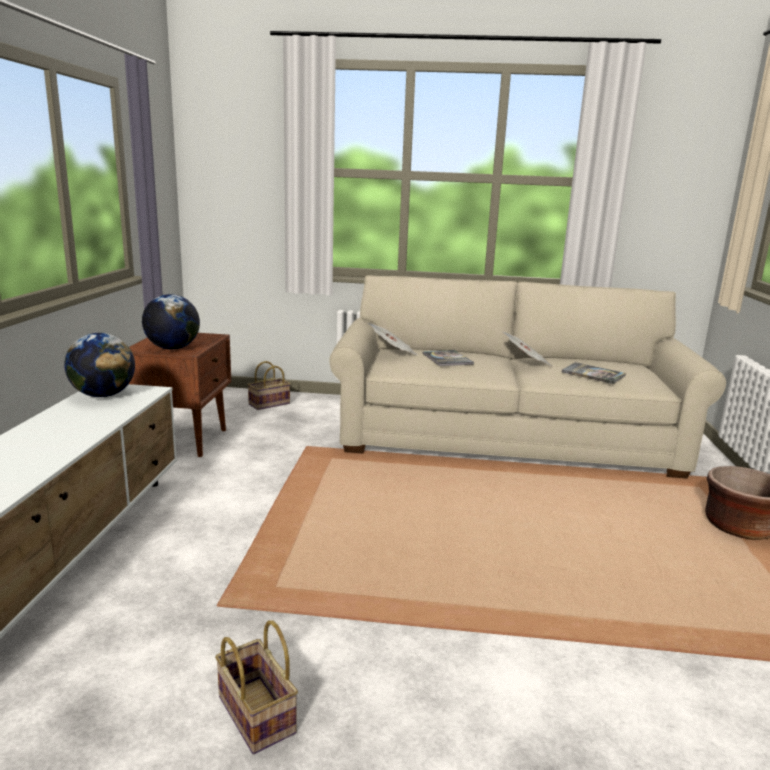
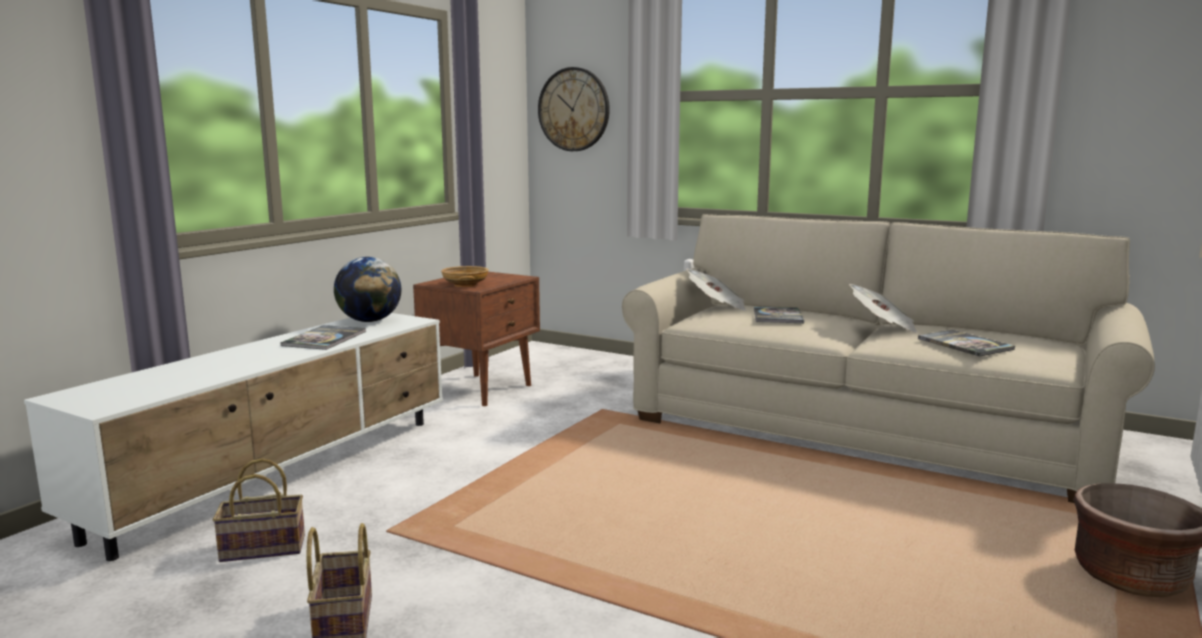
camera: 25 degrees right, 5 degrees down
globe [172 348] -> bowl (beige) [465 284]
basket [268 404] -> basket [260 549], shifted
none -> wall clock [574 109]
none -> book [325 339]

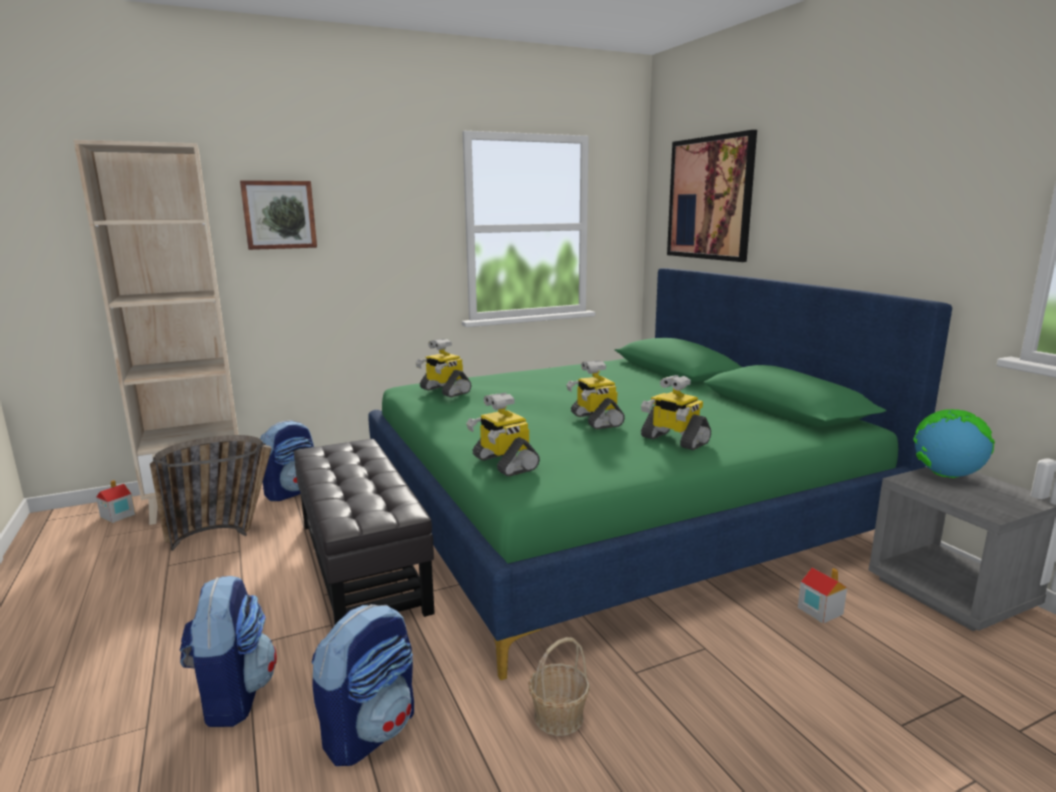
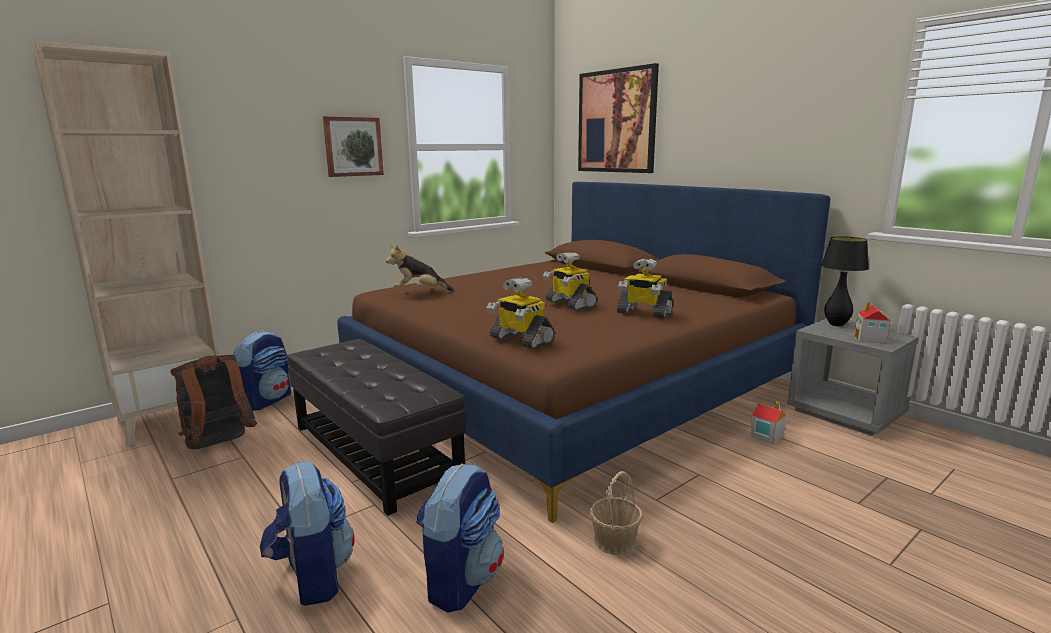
camera: 15 degrees left, 0 degrees up
picture [279 215] -> picture [353 146], shifted
bed (green) [610 508] -> bed (brown) [570 383]
toy robot [444 391] -> plush toy [419 291]
globe [946 475] -> table lamp (black) [836 324]
basket [226 535] -> backpack (brown) [219 445]
toy house [117 516] -> toy house [870 339], shifted

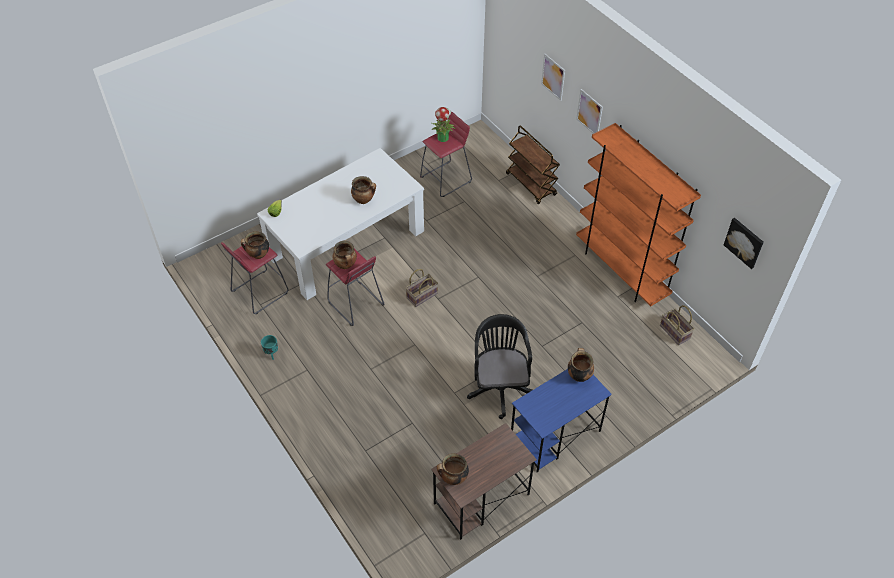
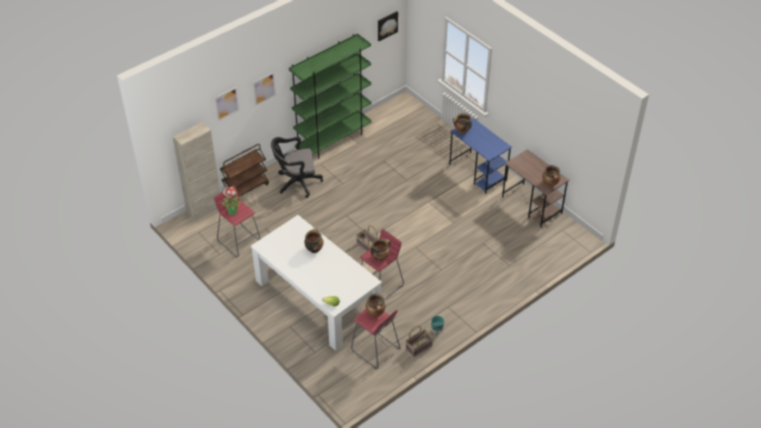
camera: 95 degrees left, 5 degrees down
bookcase (orange) [621 271] -> bookcase (green) [333 140]
basket [675 332] -> basket [418 347], shifted
office chair (black) [499 386] -> office chair (black) [296 183], shifted
none -> cabinet (beige) [204 209]

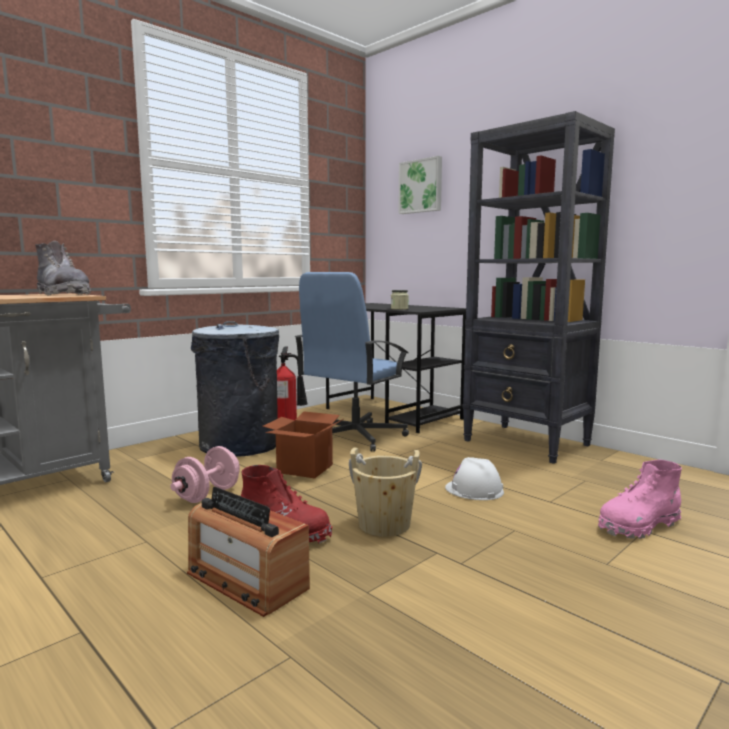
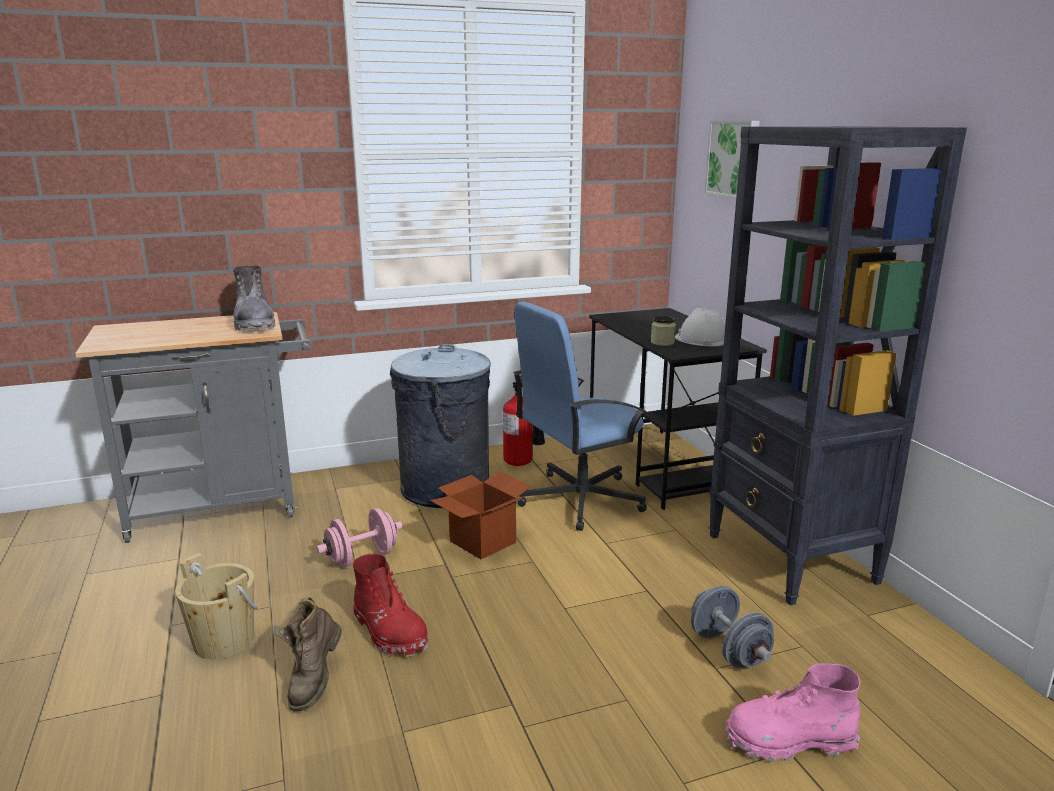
camera: 25 degrees right, 10 degrees up
bucket (beige) [384 524] -> bucket (beige) [224 641], shifted
hard hat (white) [474 490] -> hard hat (white) [701 339], shifted
radio [246 580] -> boot (brown) [314 681]
none -> dumbbell (grey) [728 649]

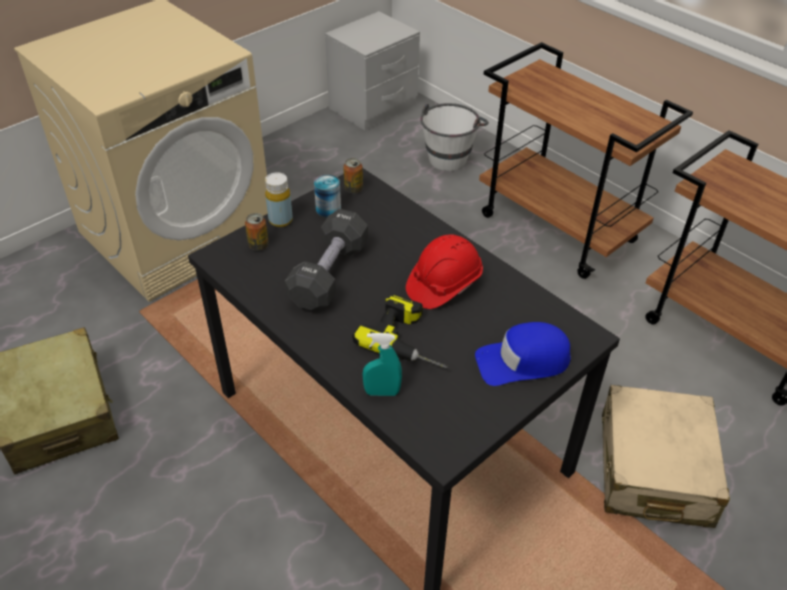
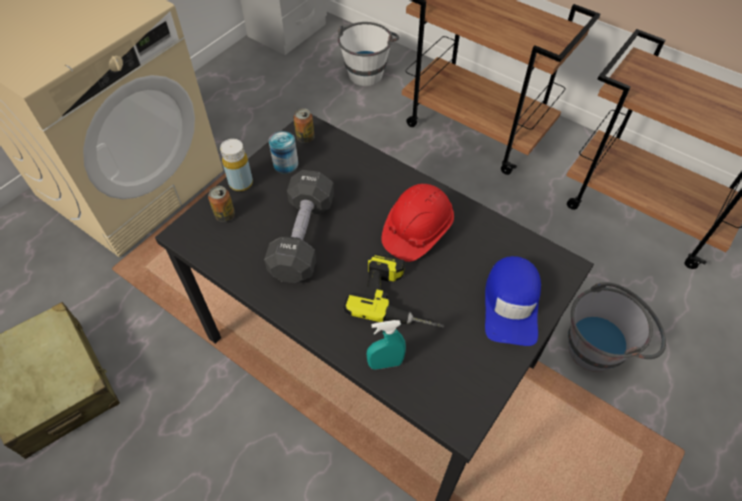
camera: 10 degrees left, 10 degrees up
cap (blue) [522 361] -> cap (blue) [511 304], 60 degrees counterclockwise
suitcase (beige) [653 469] -> bucket (grey) [601 347]

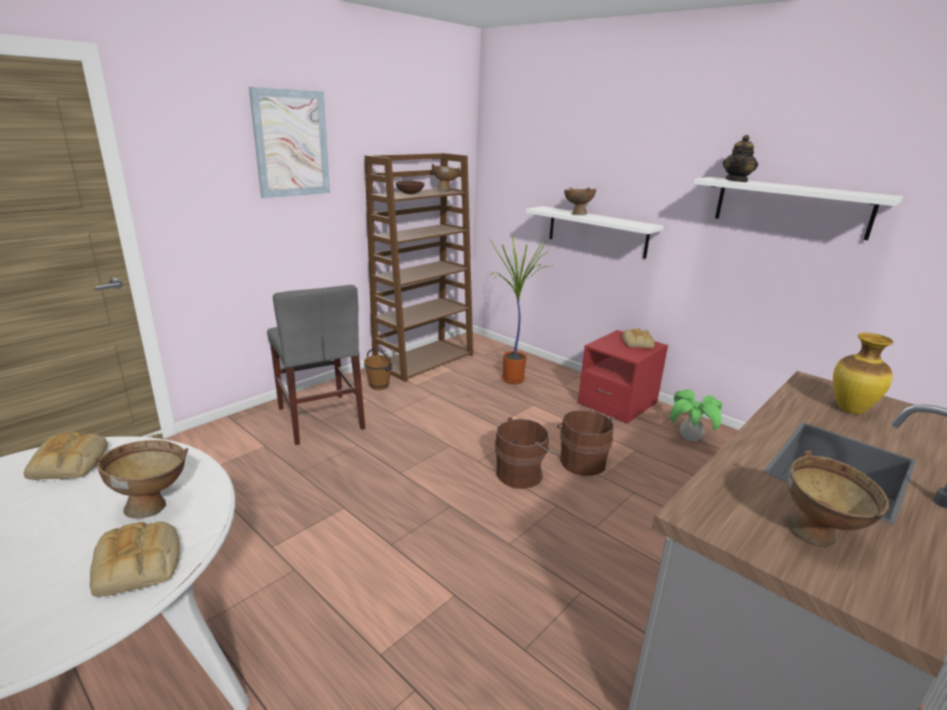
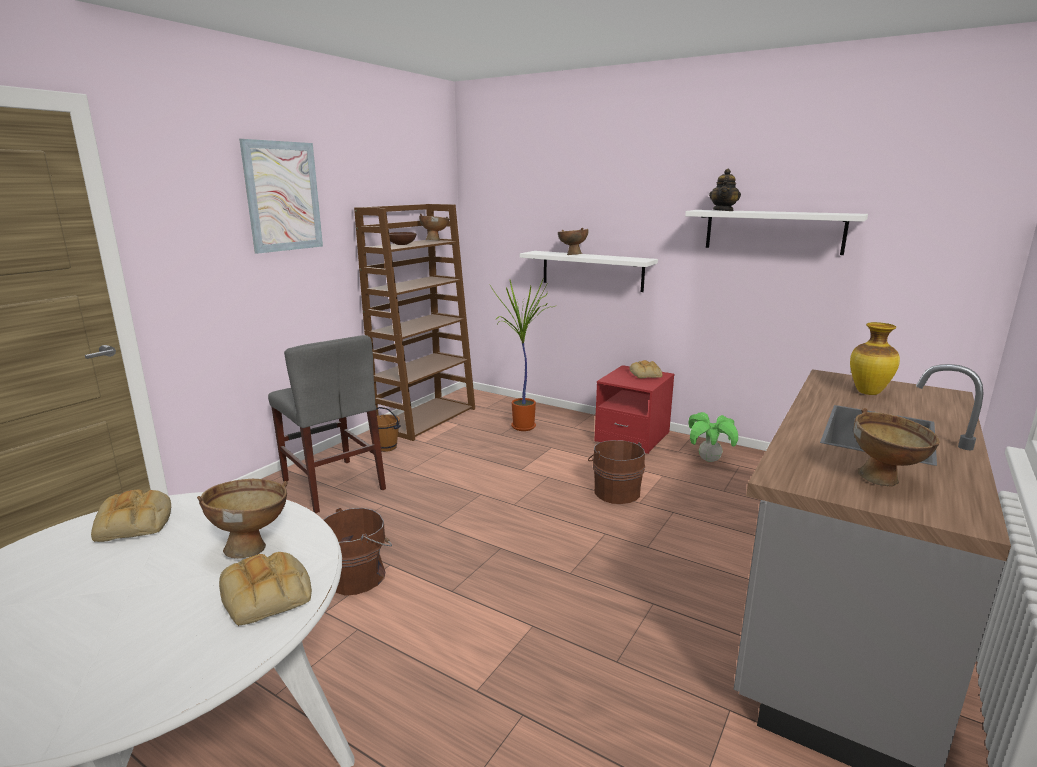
camera: 10 degrees left, 5 degrees down
bucket (brown) [521 474] -> bucket (brown) [359 575], shifted

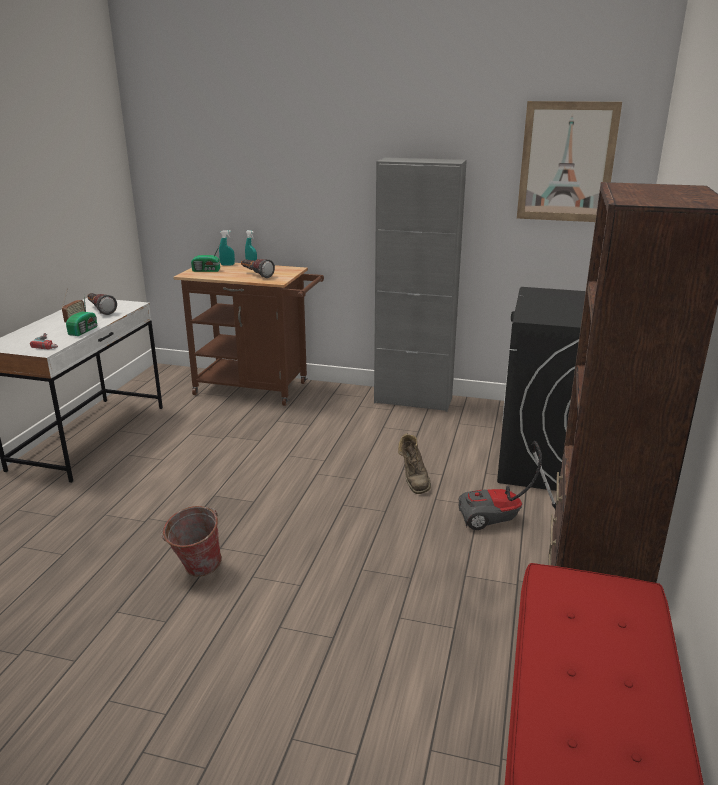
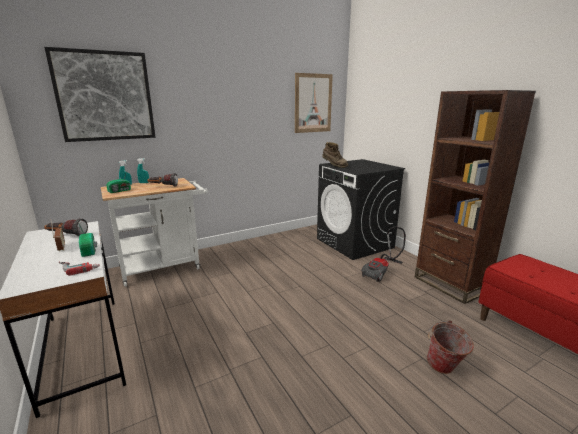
camera: 45 degrees left, 5 degrees down
cabinet (grey) [413 400] -> none
cart (brown) [258 389] -> cart (white) [165 267]
boot (brown) [414 481] -> boot (brown) [334 166], shifted
bucket [195 570] -> bucket [444 369], shifted
none -> picture [105 96]

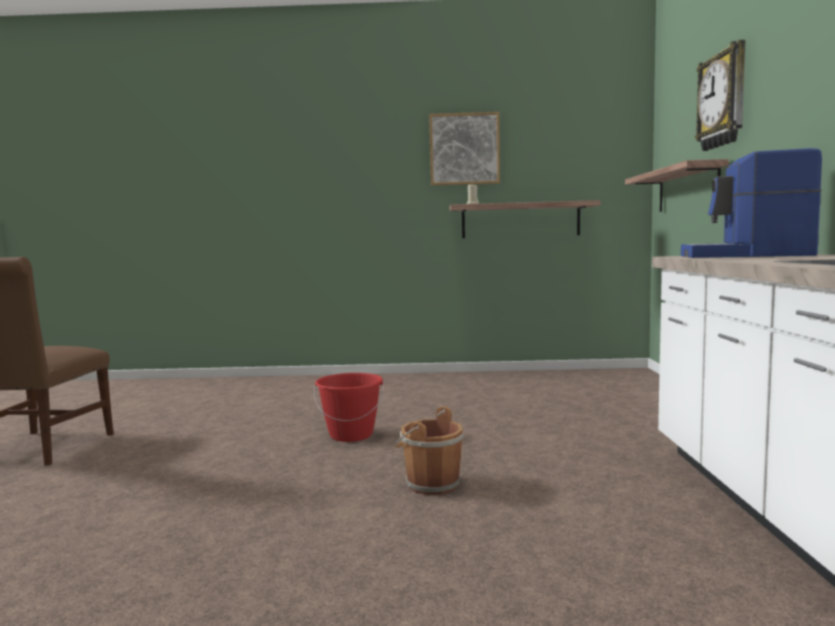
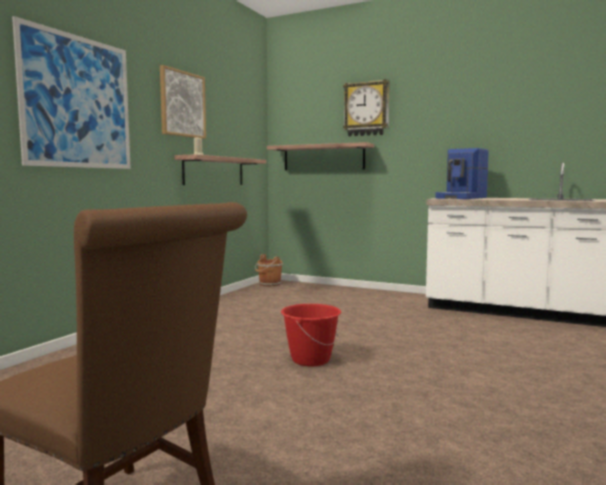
camera: 65 degrees left, 0 degrees up
bucket (brown) [430 484] -> bucket (brown) [269 284], shifted
none -> picture [78 102]

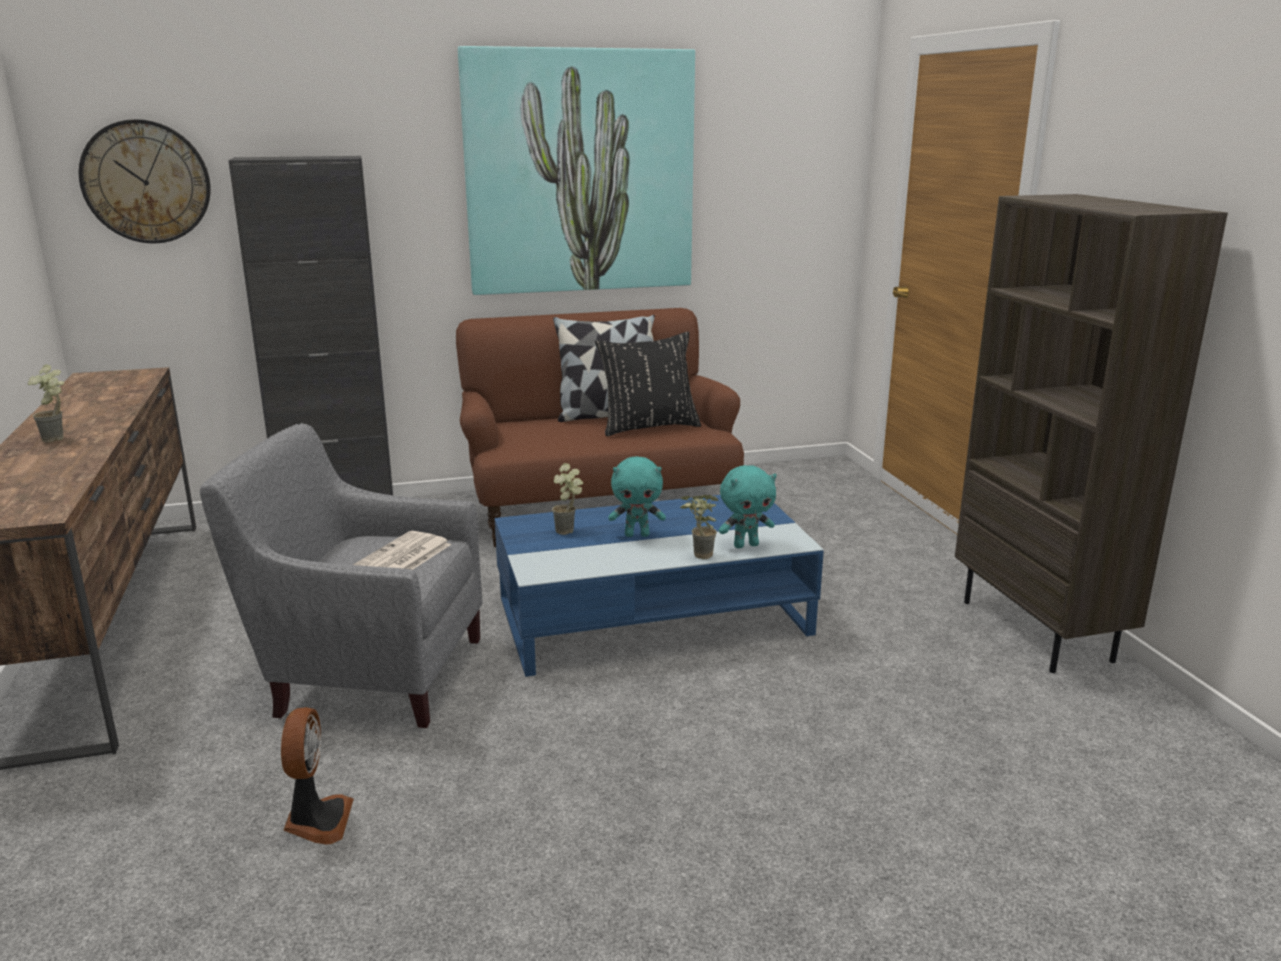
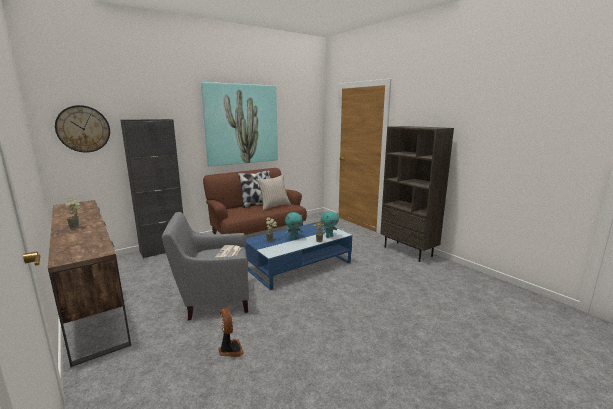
camera: 20 degrees left, 5 degrees down
pillow (black) [648 427] -> pillow (beige) [274 206]

